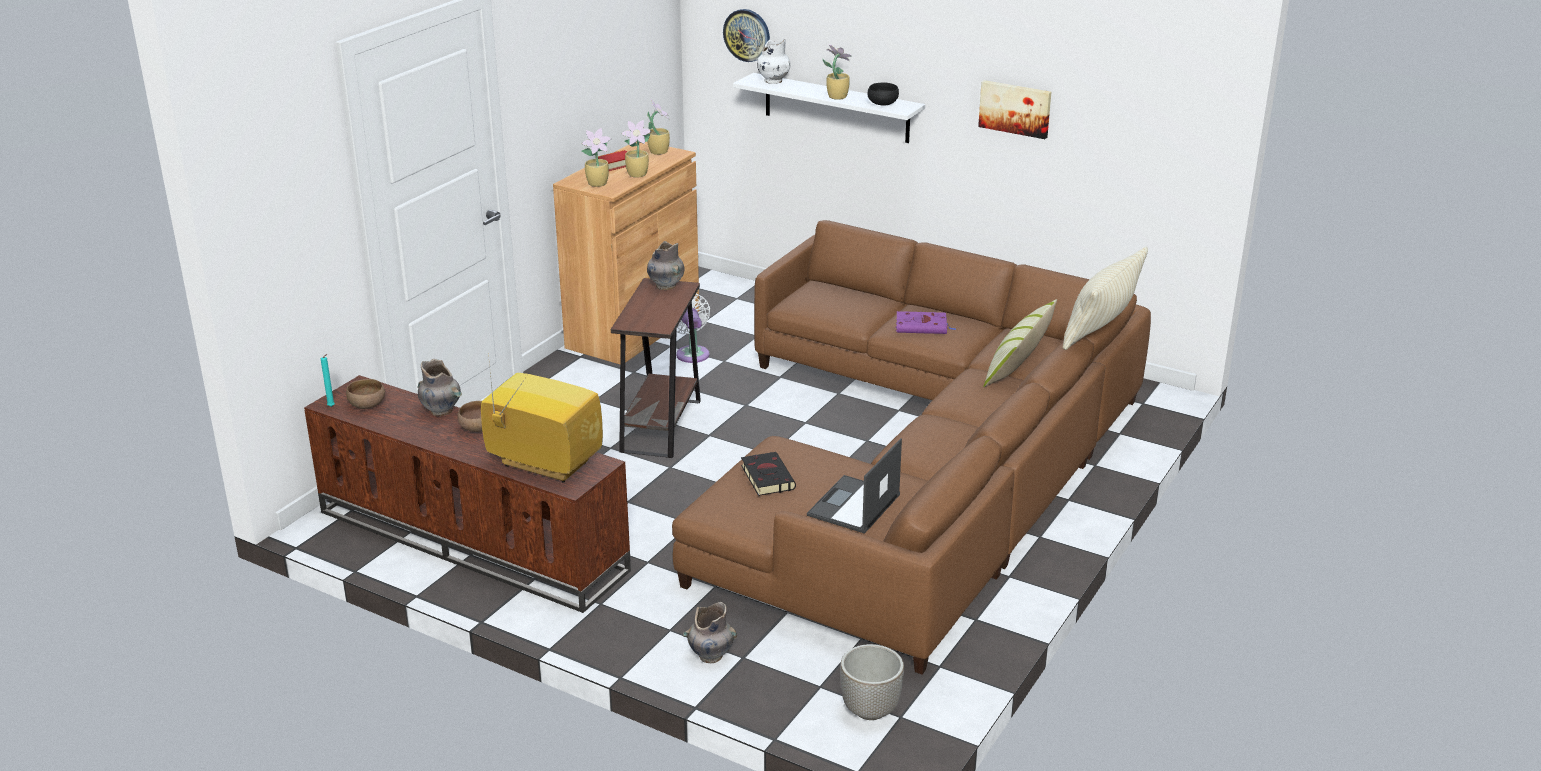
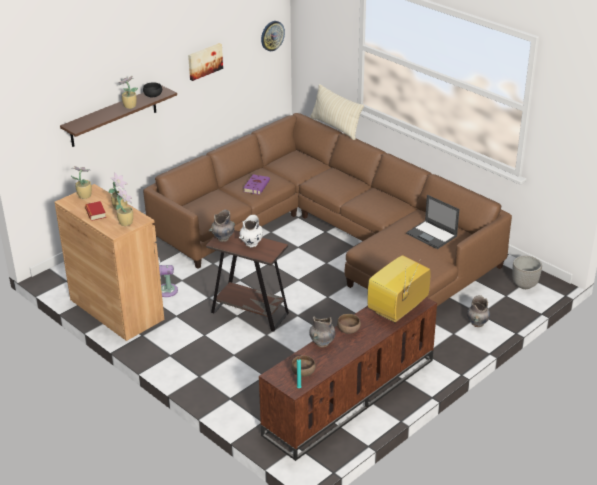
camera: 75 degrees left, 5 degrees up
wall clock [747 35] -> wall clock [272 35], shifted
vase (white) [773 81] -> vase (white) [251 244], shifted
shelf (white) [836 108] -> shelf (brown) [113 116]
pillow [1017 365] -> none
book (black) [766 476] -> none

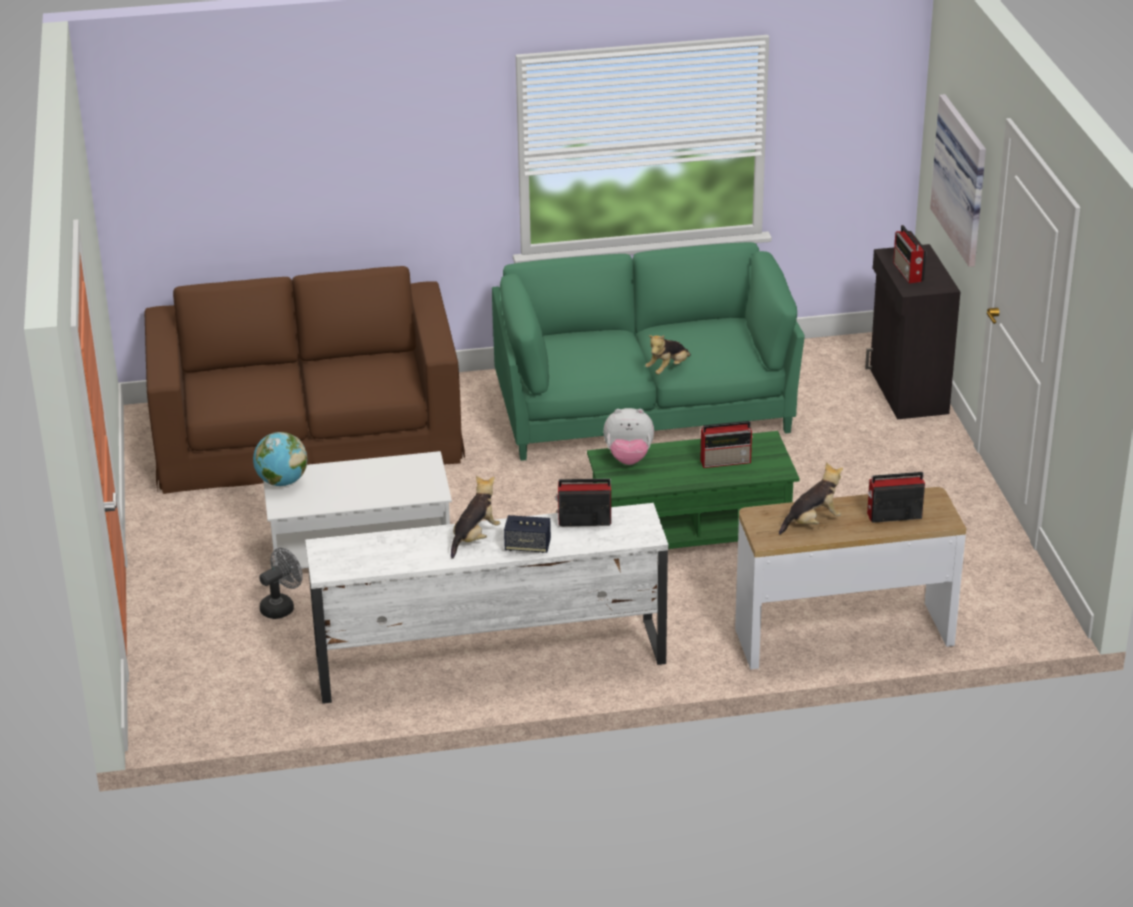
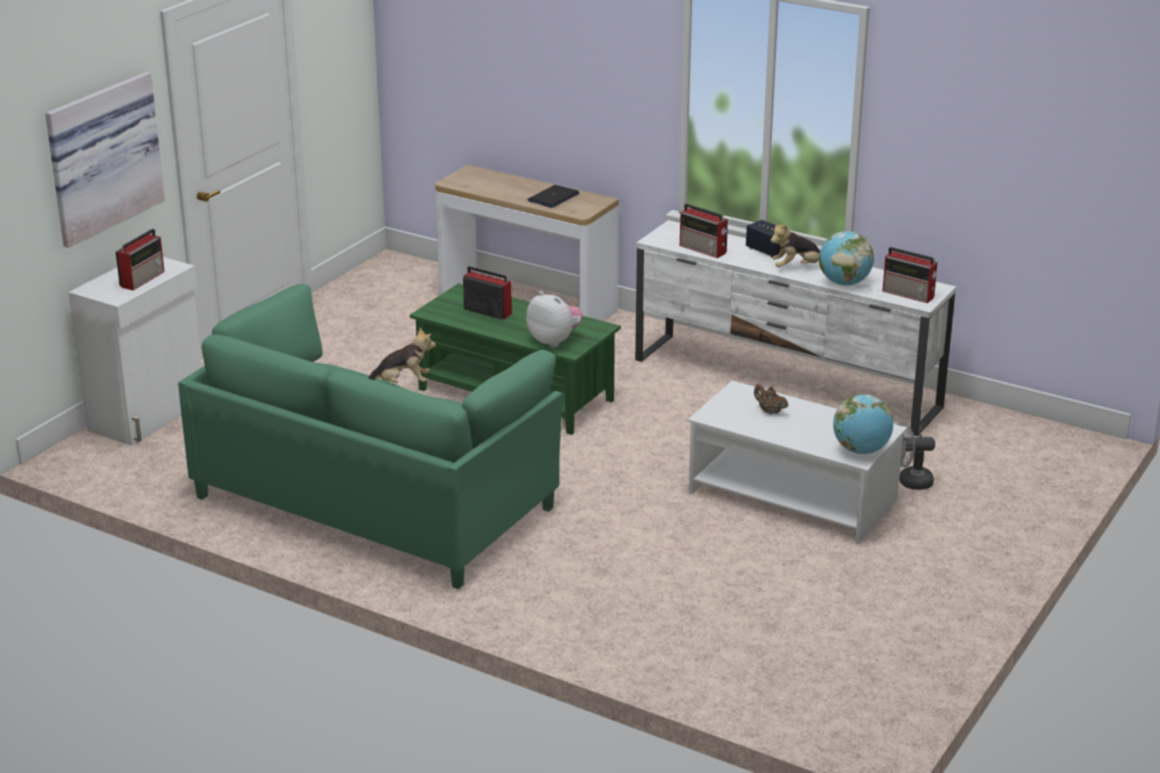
camera: 140 degrees left, 5 degrees down
cabinet (black) [907 391] -> cabinet (white) [149 415]
sofa (brown) [307 432] -> none
plush toy [812 522] -> laptop [553 197]
radio [893 515] -> radio [909 294], shifted
none -> globe [844 283]
none -> teapot (brown) [769 411]

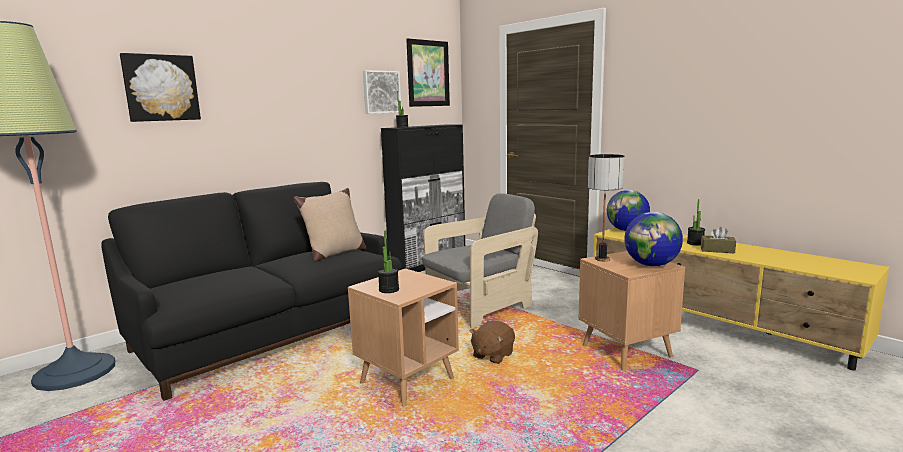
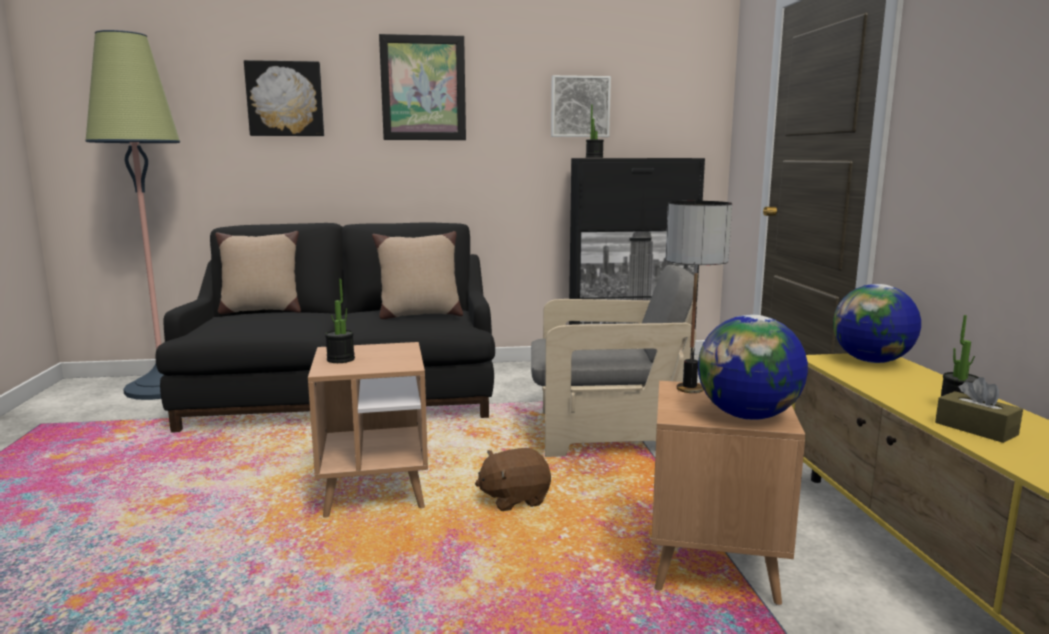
camera: 35 degrees right, 0 degrees up
picture [428 73] -> picture [423 88], shifted
none -> pillow (beige) [260 311]

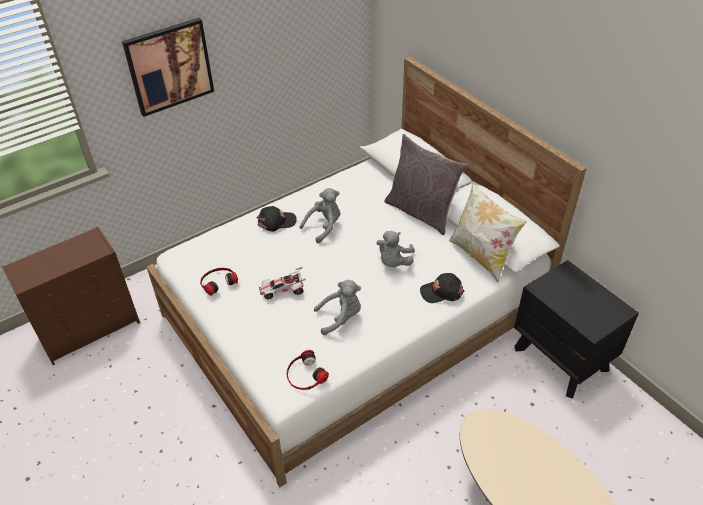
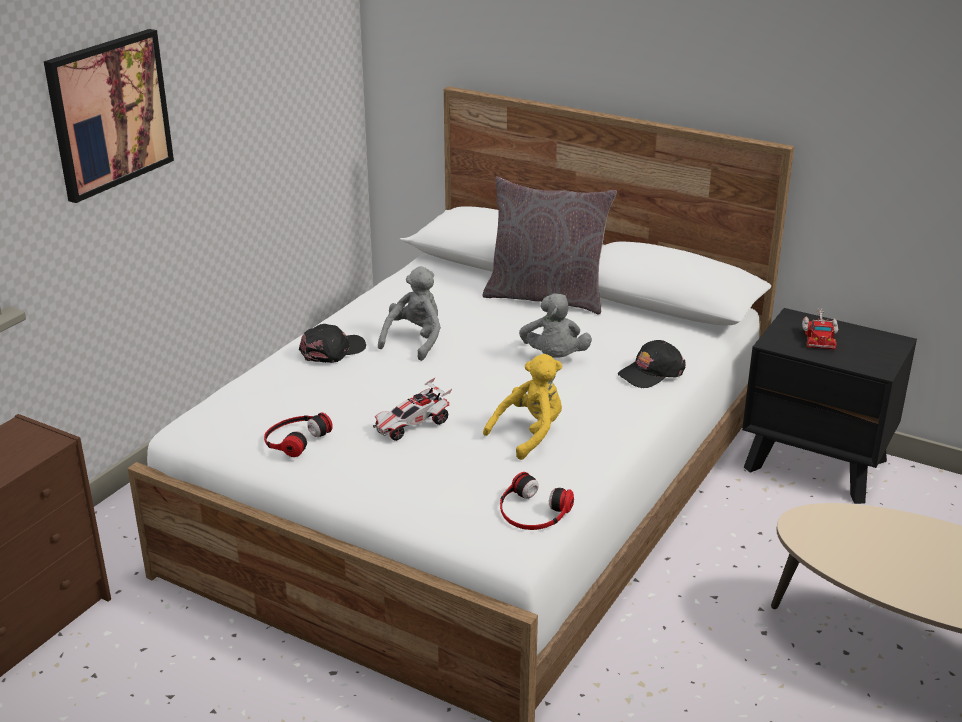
camera: 25 degrees left, 15 degrees down
pillow [481 256] -> none
plush toy (grey) [341 317] -> plush toy (yellow) [530 434]
none -> toy truck [819 337]

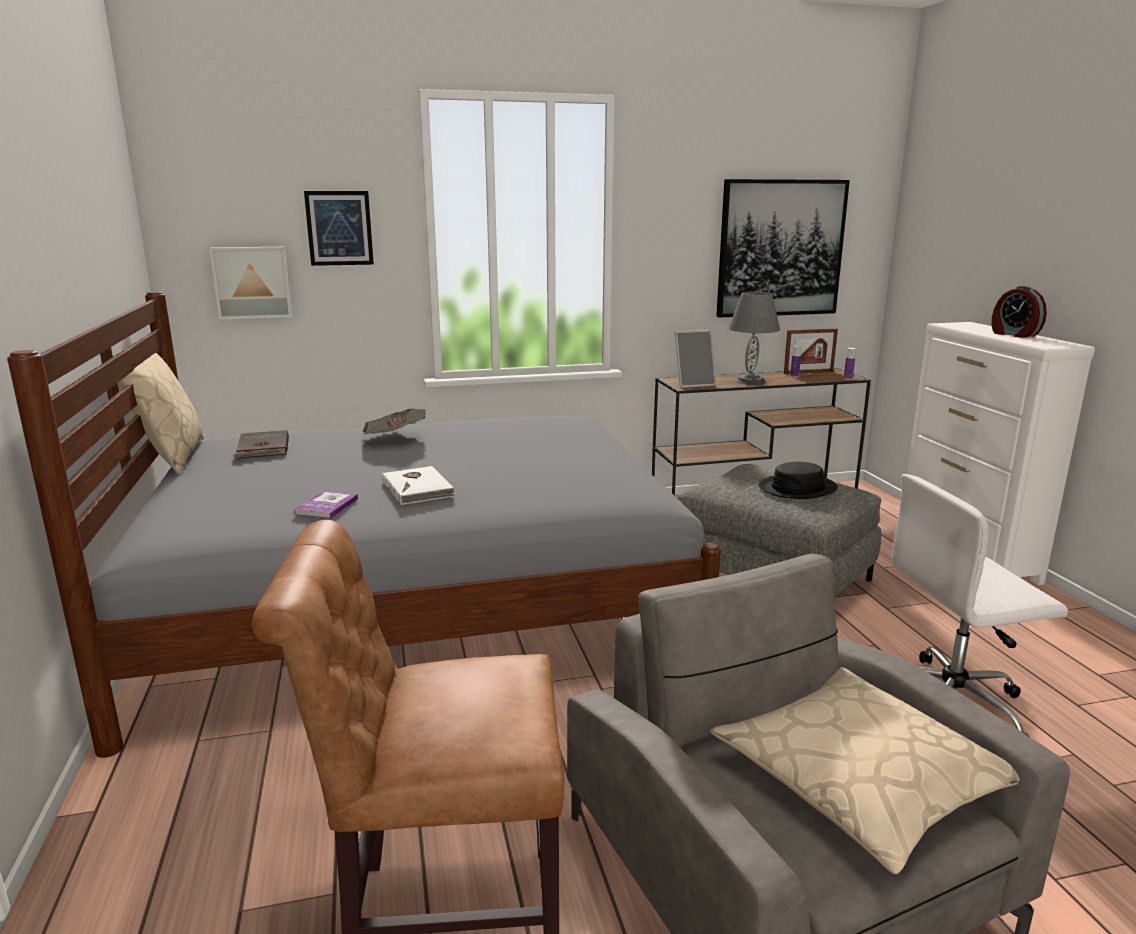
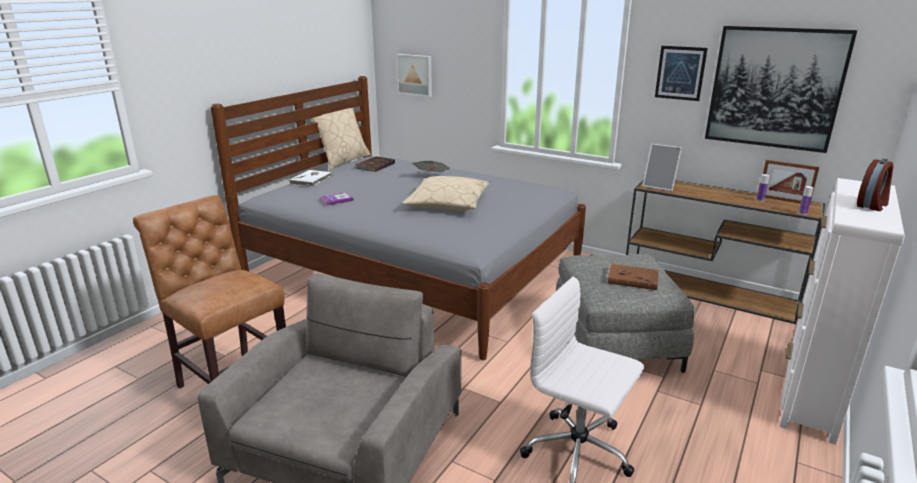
camera: 45 degrees right, 5 degrees up
picture [339 228] -> picture [680 73], shifted
alarm clock [1014 334] -> alarm clock [872 205], 150 degrees counterclockwise
table lamp (grey) [750 381] -> none
hat (black) [797 488] -> book (brown) [632 278]
book (white) [418 488] -> book (white) [311 180], shifted
pillow (beige) [860 781] -> pillow (beige) [447 203], shifted

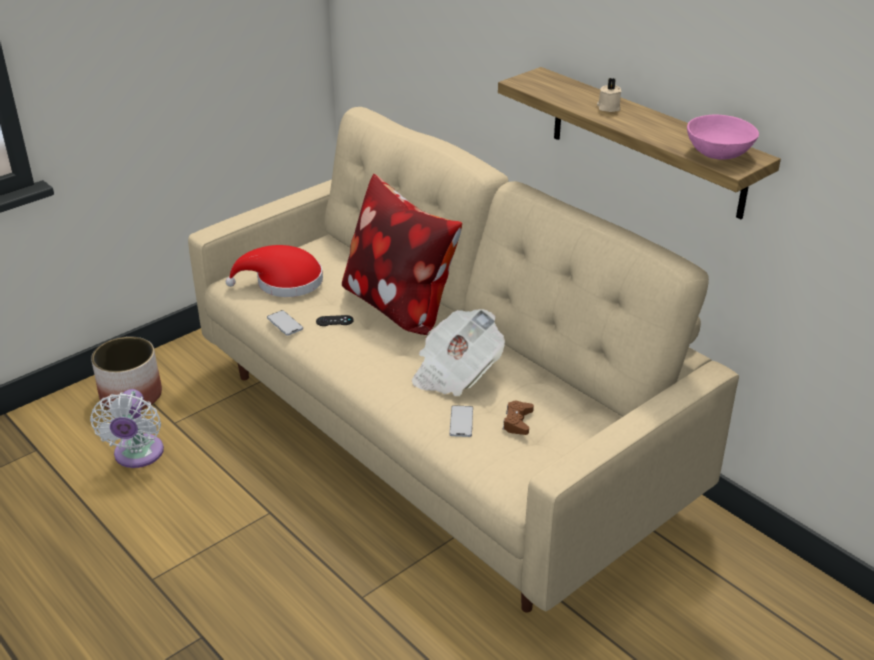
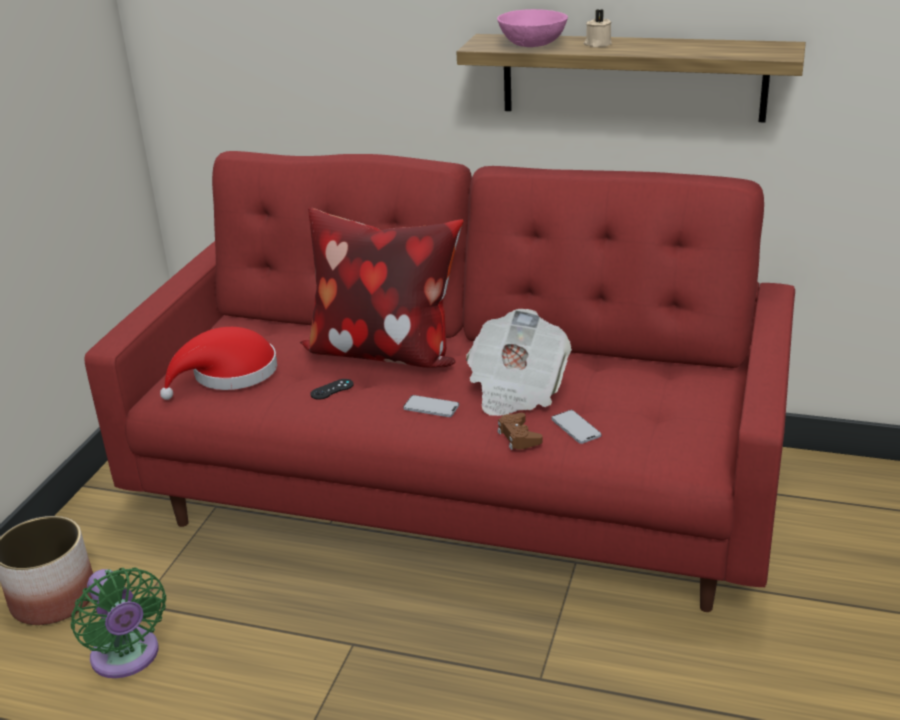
camera: 30 degrees left, 5 degrees down
sofa (beige) [437 437] -> sofa (red) [458 494]
bowl (pink) [717 153] -> bowl (pink) [531 44], shifted
phone [285 324] -> phone [431 407], shifted
fan (white) [137 455] -> fan (green) [127 658]
game controller (brown) [517 422] -> game controller (brown) [518 437], shifted

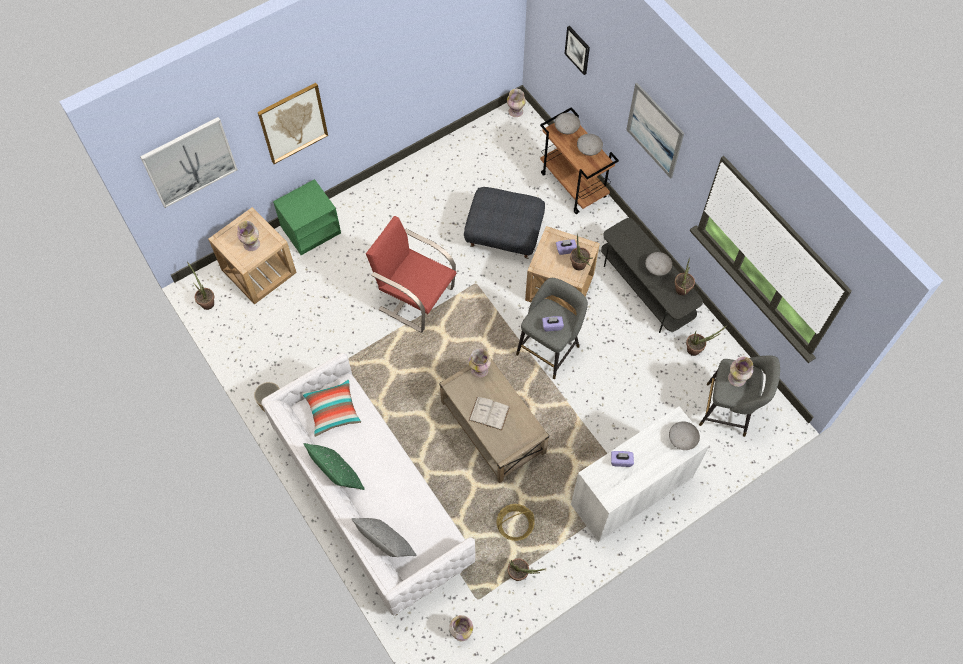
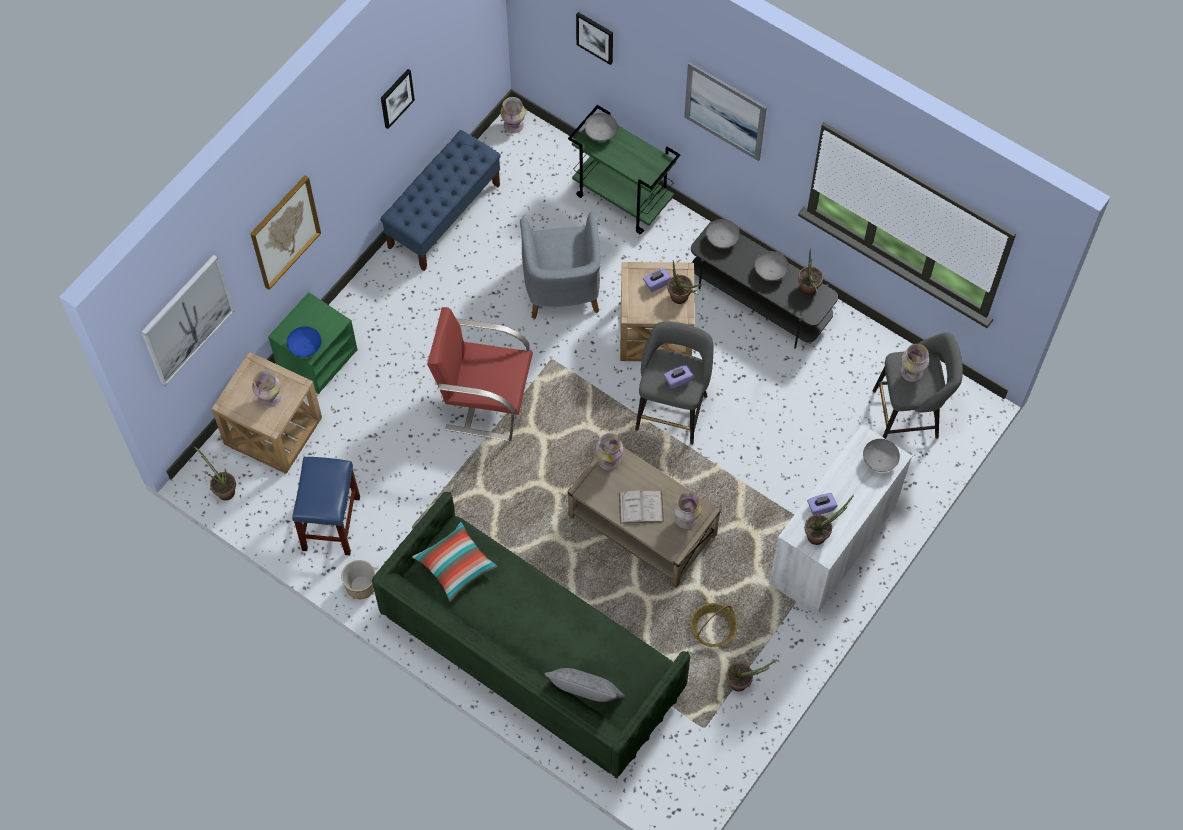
camera: 20 degrees left, 0 degrees up
cart (brown) [574 185] -> cart (green) [623 198]
bowl (grey) [589 149] -> bowl (grey) [722 239], shifted
ottoman (grey) [503 236] -> armchair (grey) [562 290]
potted plant [696 349] -> potted plant [820 534], shifted
sofa (white) [372 496] -> sofa (green) [532 654]
pillow (green) [337 475] -> none
vase [461 631] -> vase [685 519], shifted
none -> picture [396 98]
none -> bench (blue) [444 215]
none -> bowl (blue) [305 347]
none -> stool (blue) [331 524]

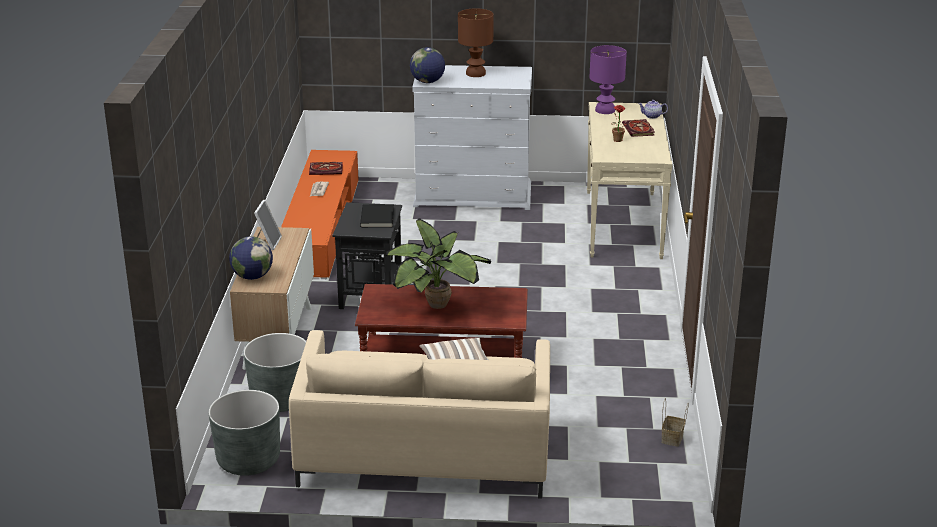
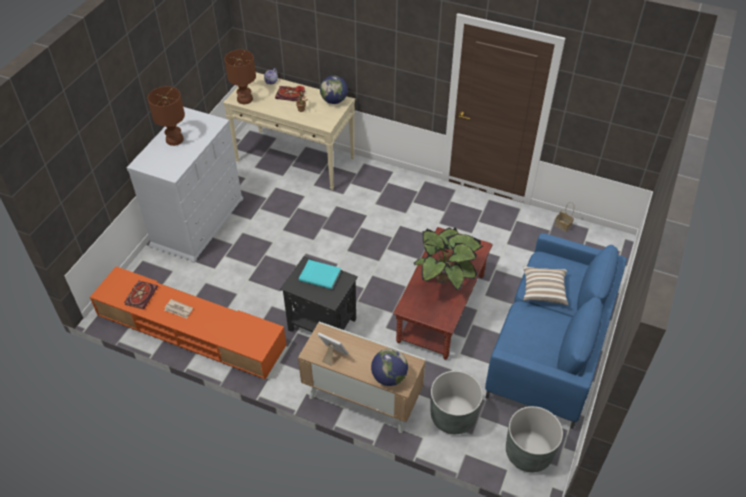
camera: 70 degrees left, 20 degrees up
table lamp (purple) [605 110] -> table lamp (brown) [245 99]
globe [427 82] -> globe [334 101], shifted
book (black) [378 218] -> book (turquoise) [320 275]
sofa (beige) [424 456] -> sofa (blue) [550 348]

